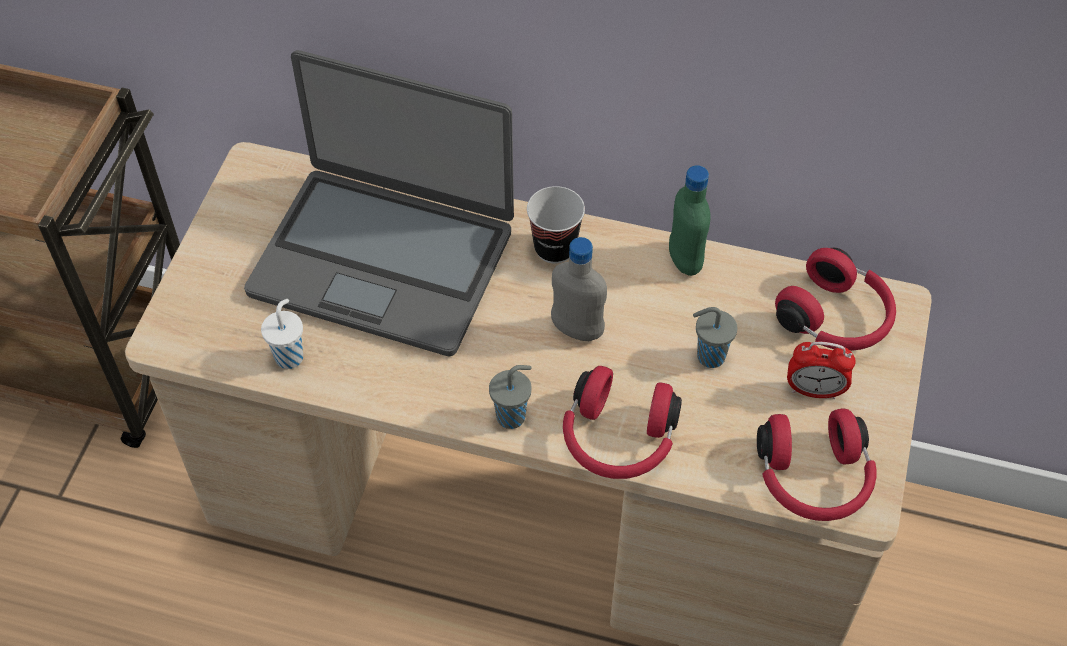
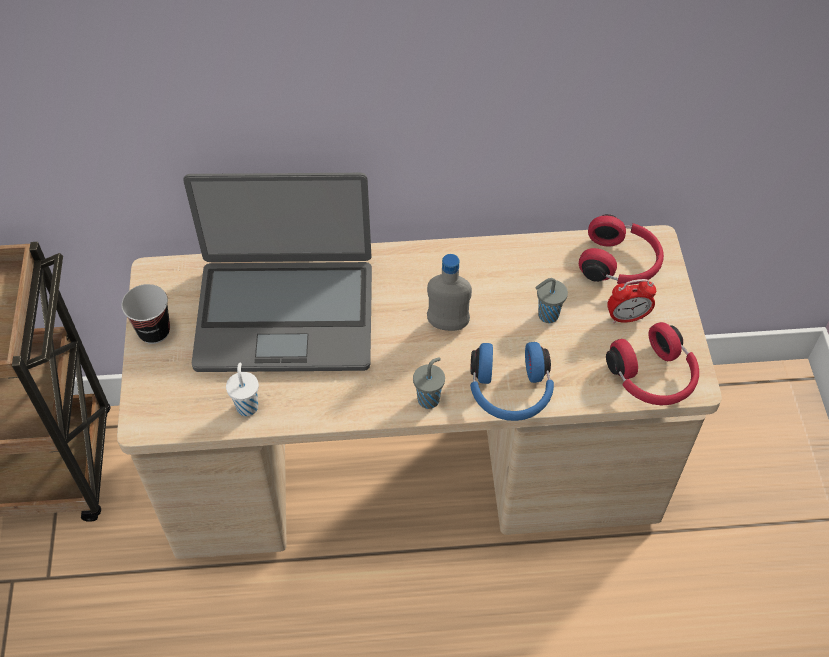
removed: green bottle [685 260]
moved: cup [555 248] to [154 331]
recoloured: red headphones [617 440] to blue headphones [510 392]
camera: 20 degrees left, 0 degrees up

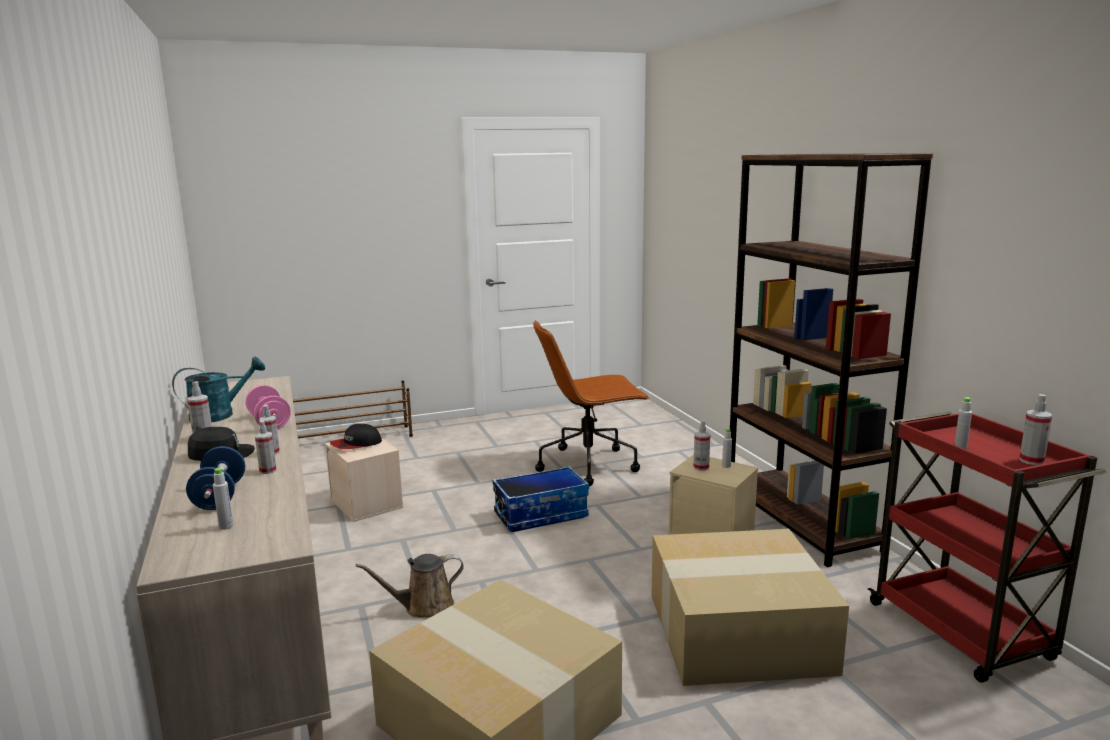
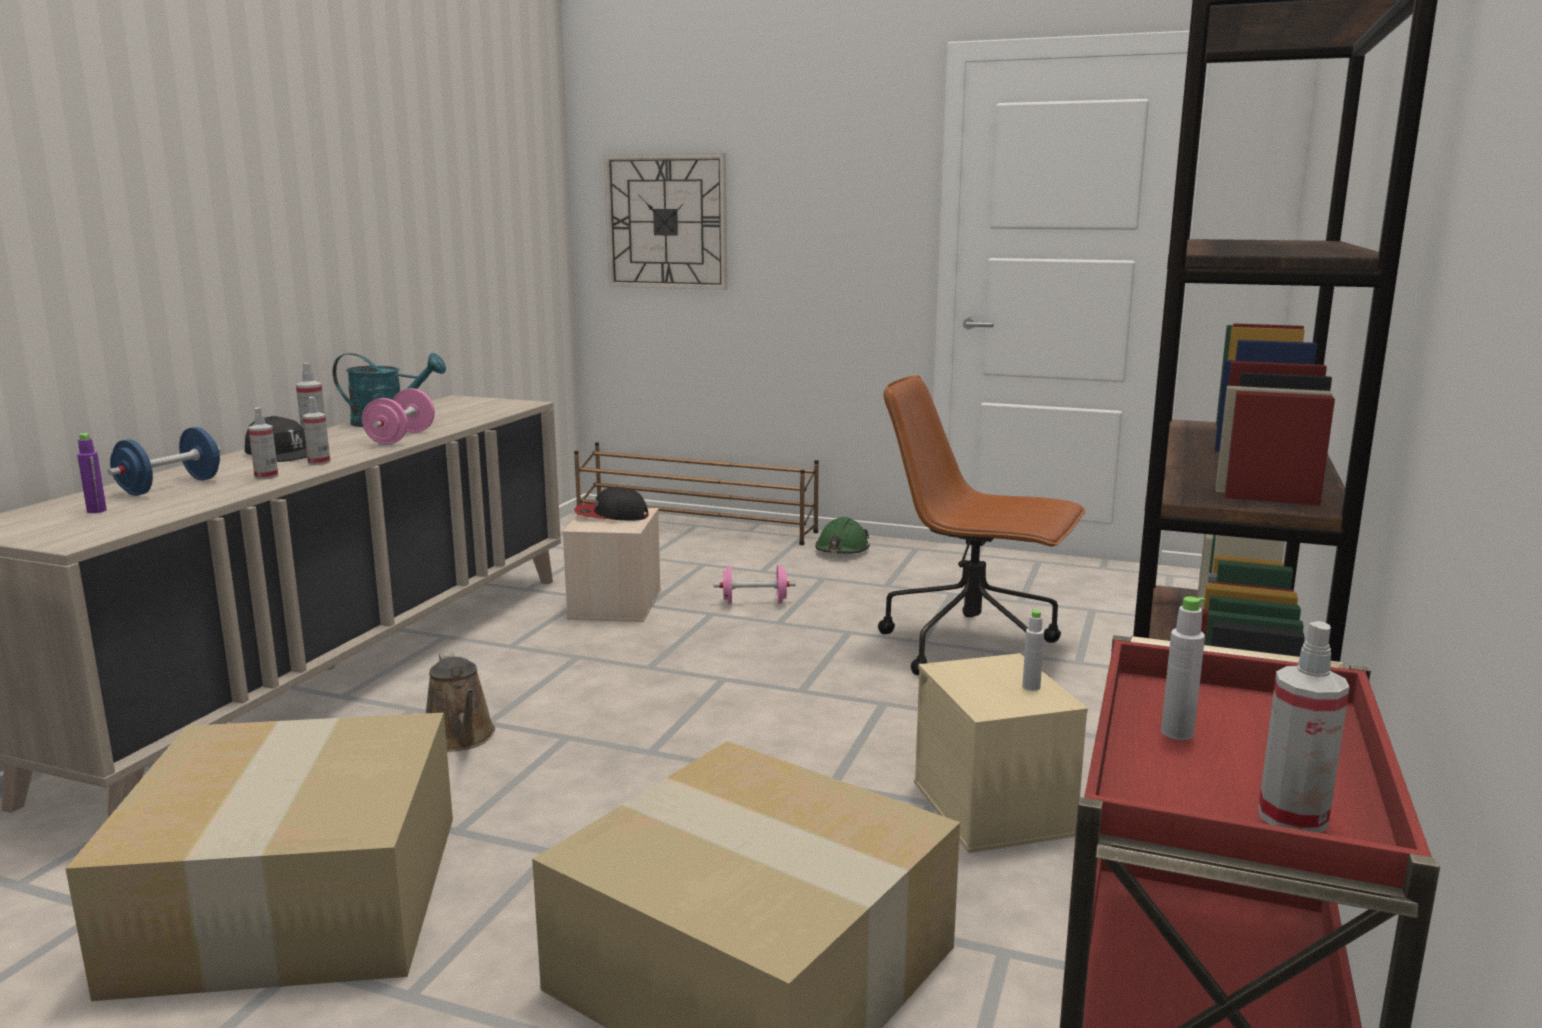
removed: storage box [541 515]; spray bottle [701 467]
added: wall clock [666 222]; pink dumbbell [754 602]; green hard hat [842 550]
recoloured: grey bottle [226 526] to purple bottle [96 511]
turned: brown watering can [424 607] = [461 738] 135 degrees counterclockwise
camera: 40 degrees right, 0 degrees up

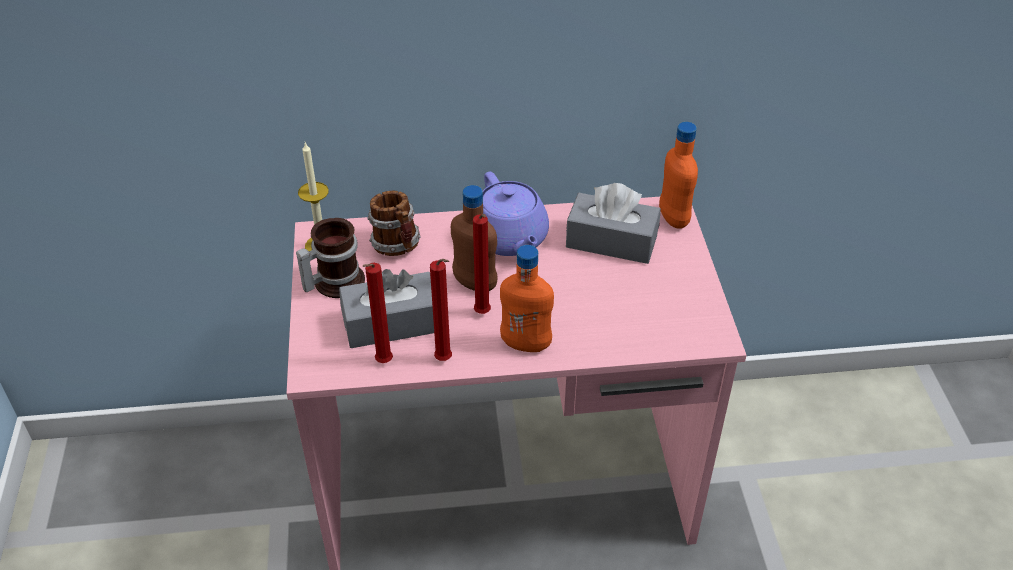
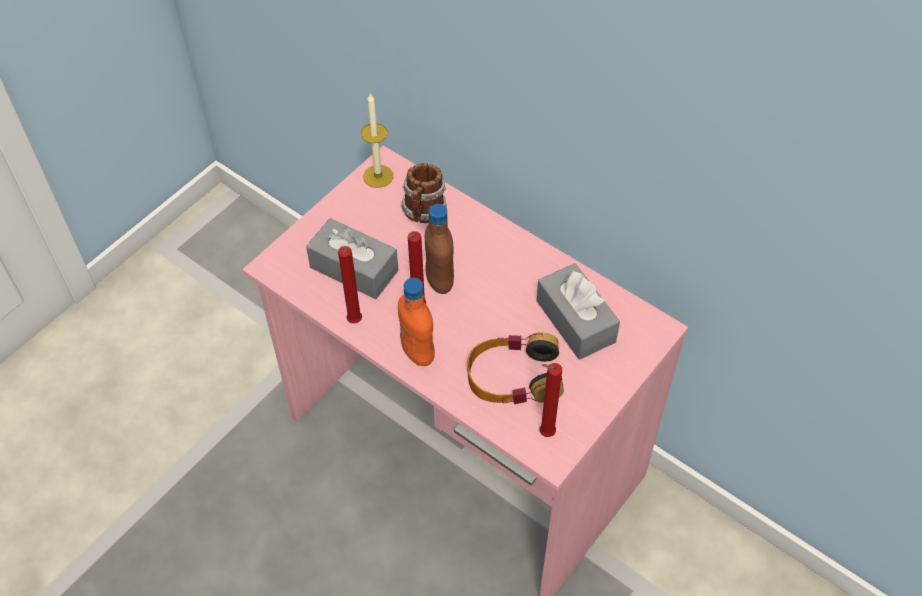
removed: mug [333 282]; purple teapot [509 239]; orange bottle [673 218]
added: headphones [513 377]
moved: red candle [382 363] to [544 433]
camera: 45 degrees right, 10 degrees up

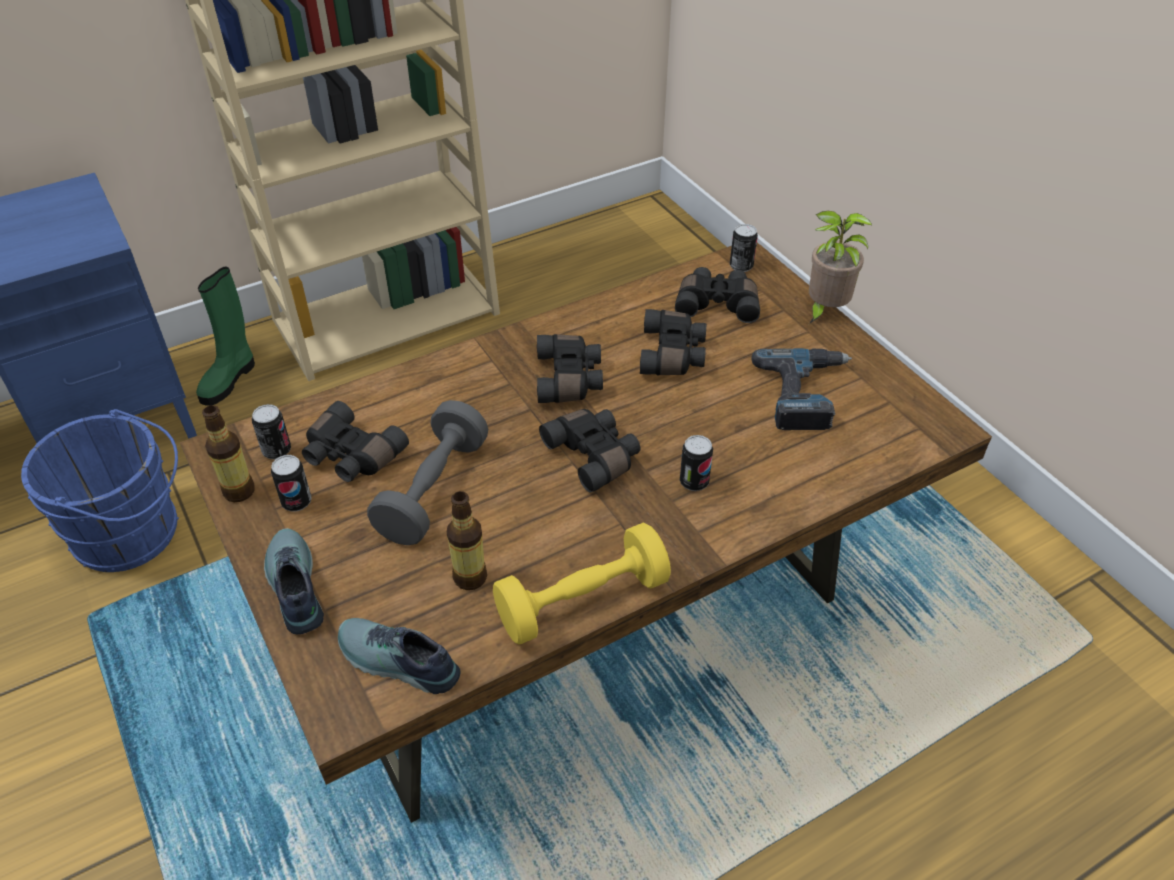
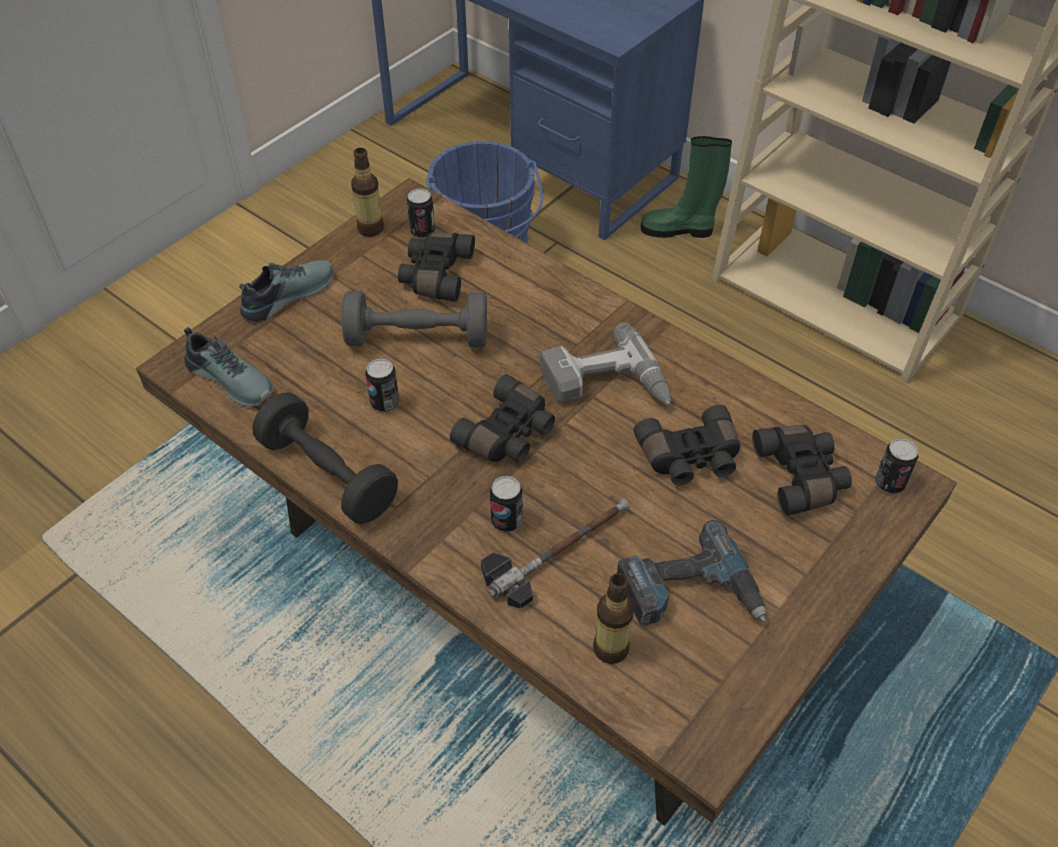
removed: potted plant [824 310]
added: hammer [558 550]
moved: can [296 502] to [385 403]; bottle [470 577] to [610 648]
replaced: black binoculars [570 379] to power drill [606 386]
recoloured: yellow dumbbell [582 601] to black dumbbell [328 475]
turned: shoe [397 663] = [232 378] 120 degrees clockwise
camera: 70 degrees right, 5 degrees up

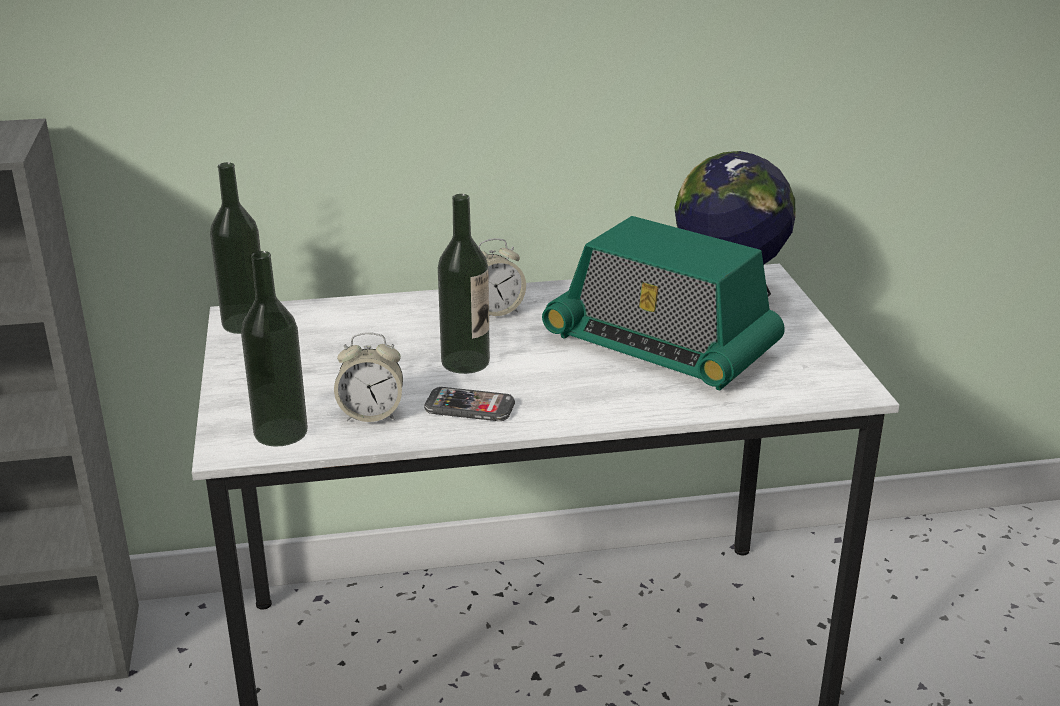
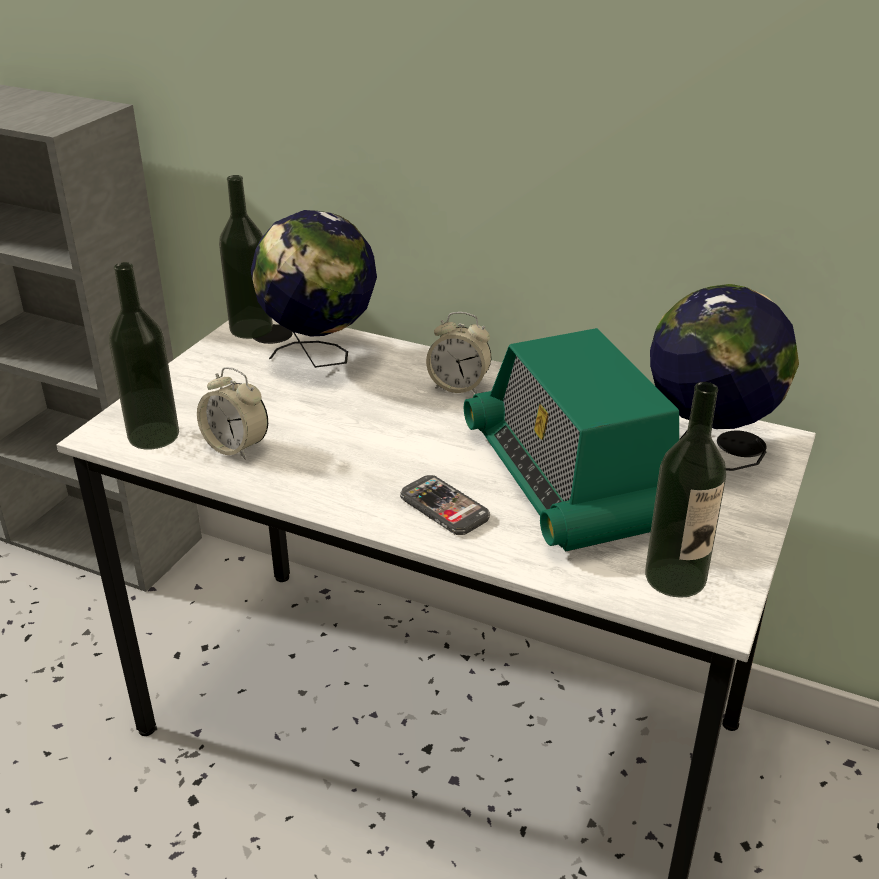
added: globe [320 358]
moved: phone [469 407] to [444 507]; bottle [465 362] to [675 577]
camera: 35 degrees right, 5 degrees up

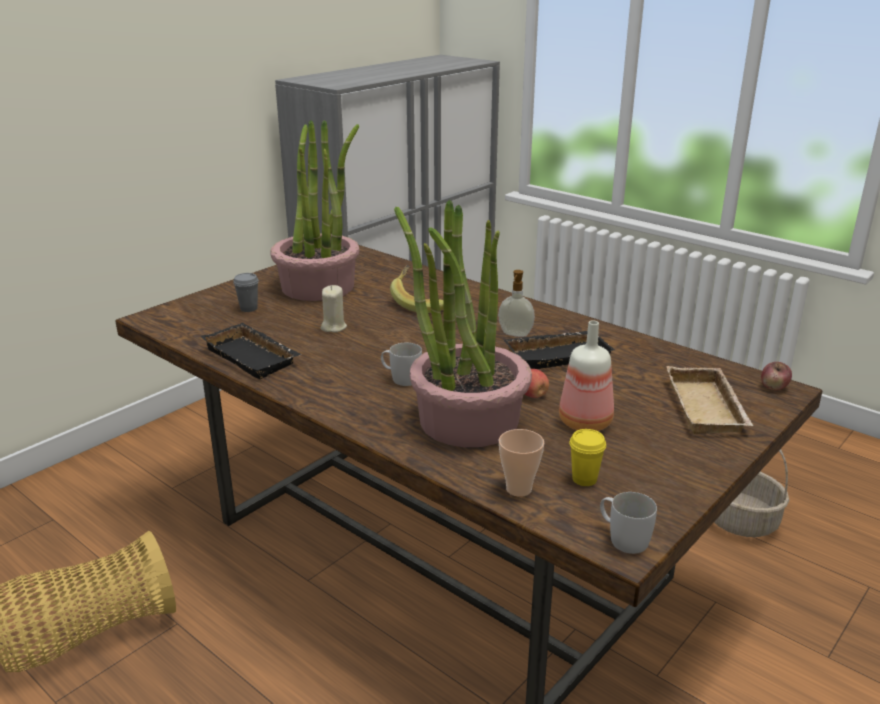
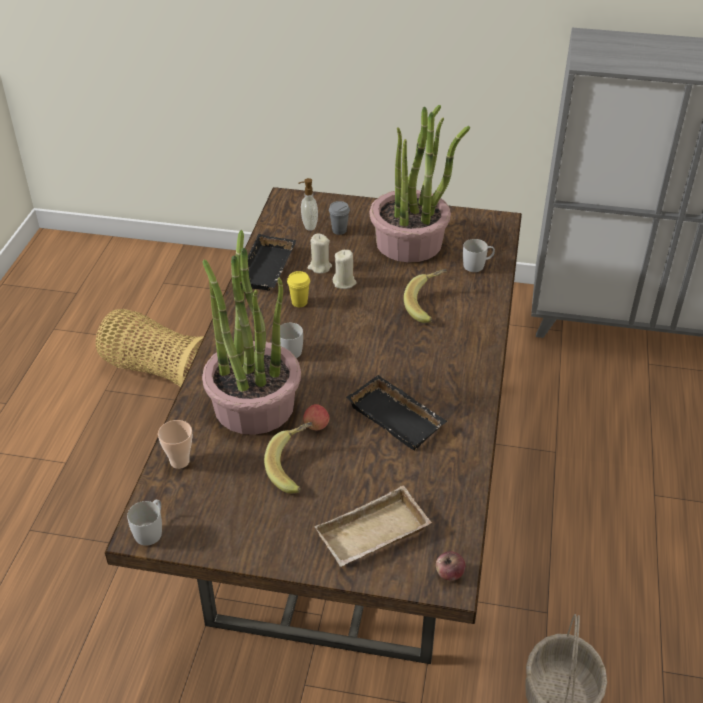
added: beige candle [319 267]; white mug [477 265]
moved: yellow cup [584 479] to [299 302]; soap dispenser [515 334] to [308 226]
replaced: bottle [586 422] to banana [295 468]
camera: 60 degrees right, 15 degrees up

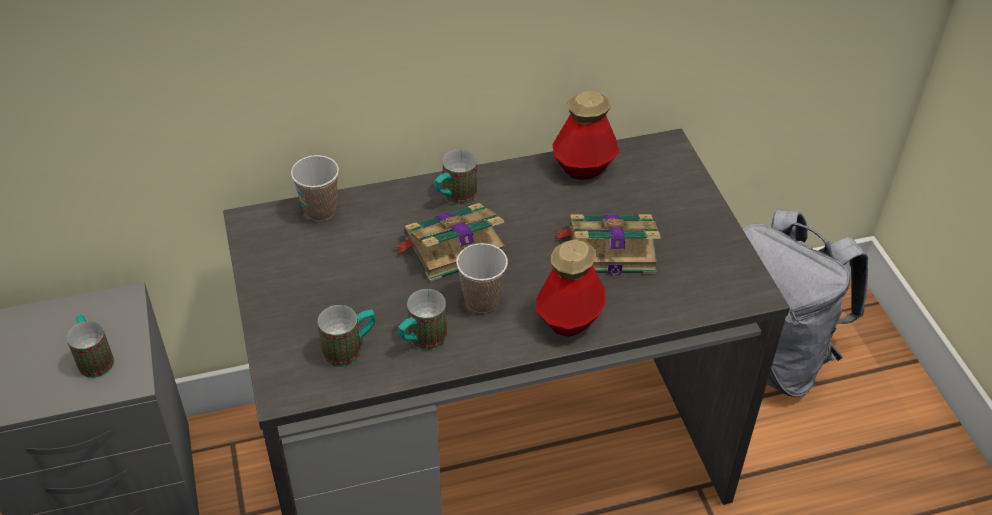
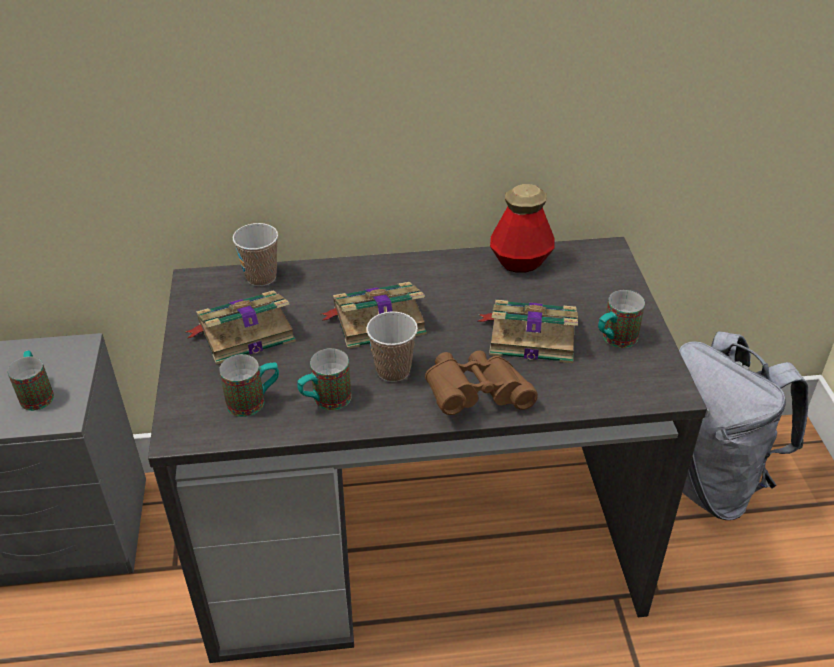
added: book [243 333]
moved: mug [454 197] to [614 340]
replaced: bottle [569 319] to brown binoculars [476 396]
camera: 10 degrees right, 5 degrees down

